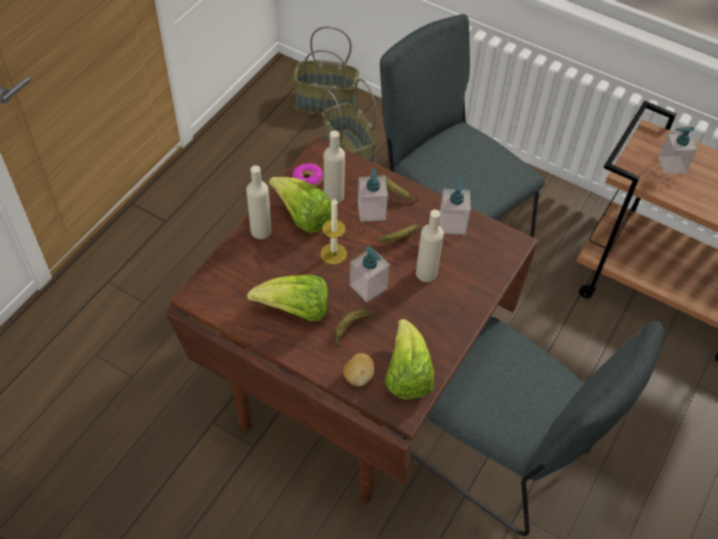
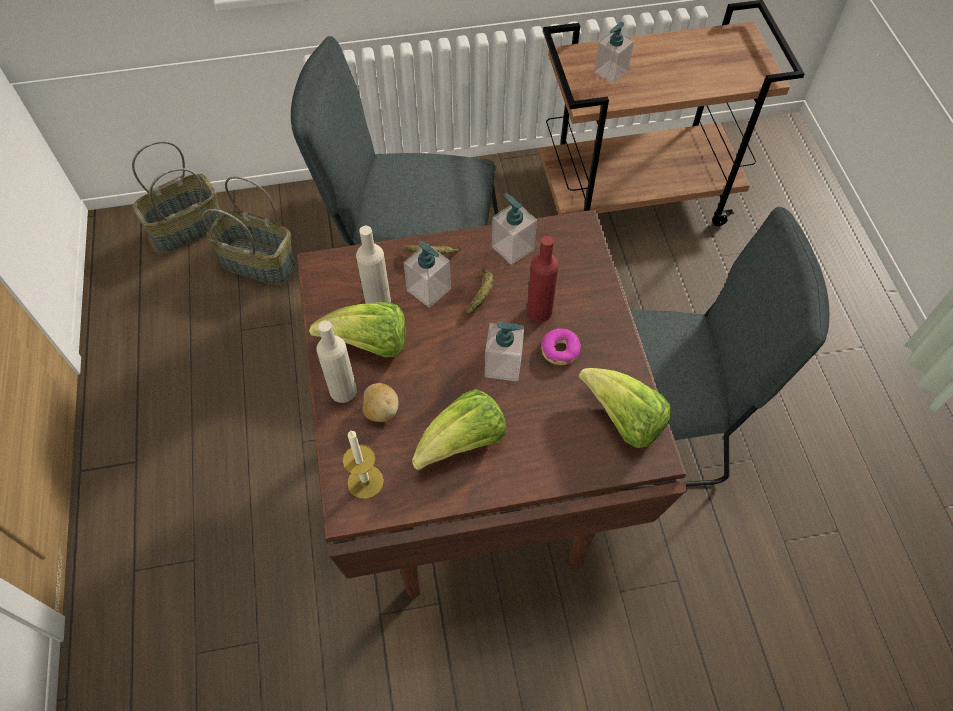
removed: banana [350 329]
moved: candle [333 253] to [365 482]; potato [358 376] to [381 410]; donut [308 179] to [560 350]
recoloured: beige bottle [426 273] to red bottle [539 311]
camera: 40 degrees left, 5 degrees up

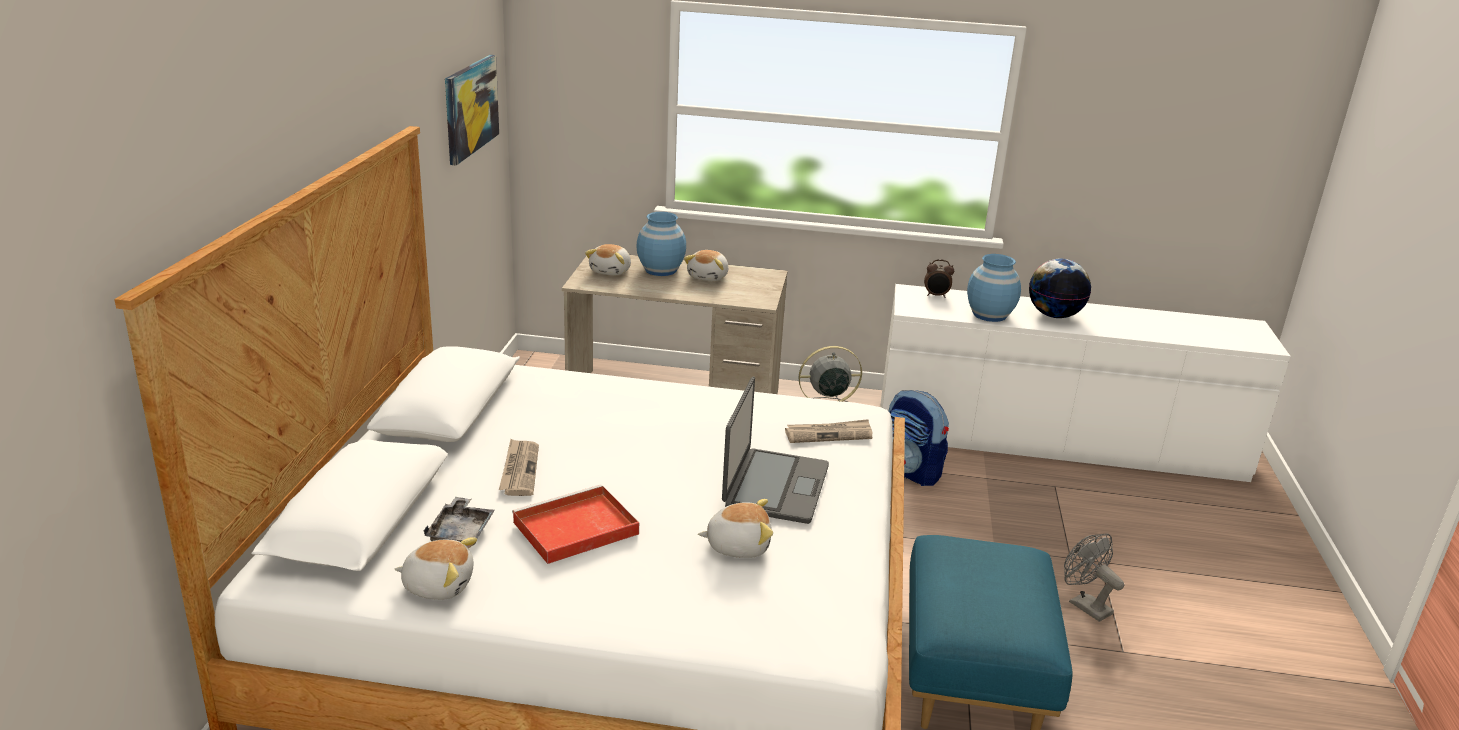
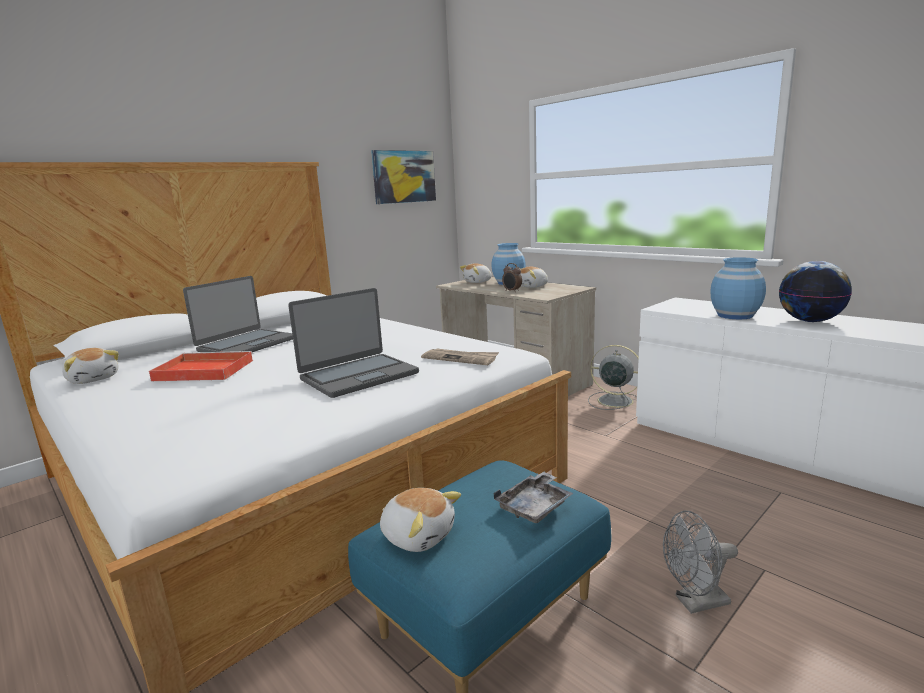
removed: backpack [911 472]
moved: plush toy [738 545] to [418 535]; grey tray [461 532] to [535 507]; alarm clock [936 295] to [512 291]
replaced: newspaper [519 470] to laptop [246 344]
turned: grey fan [1084 605] = [695 603] 105 degrees counterclockwise
camera: 40 degrees right, 10 degrees down

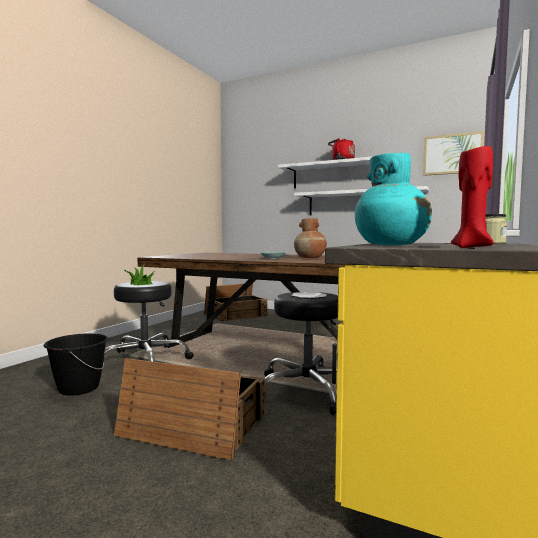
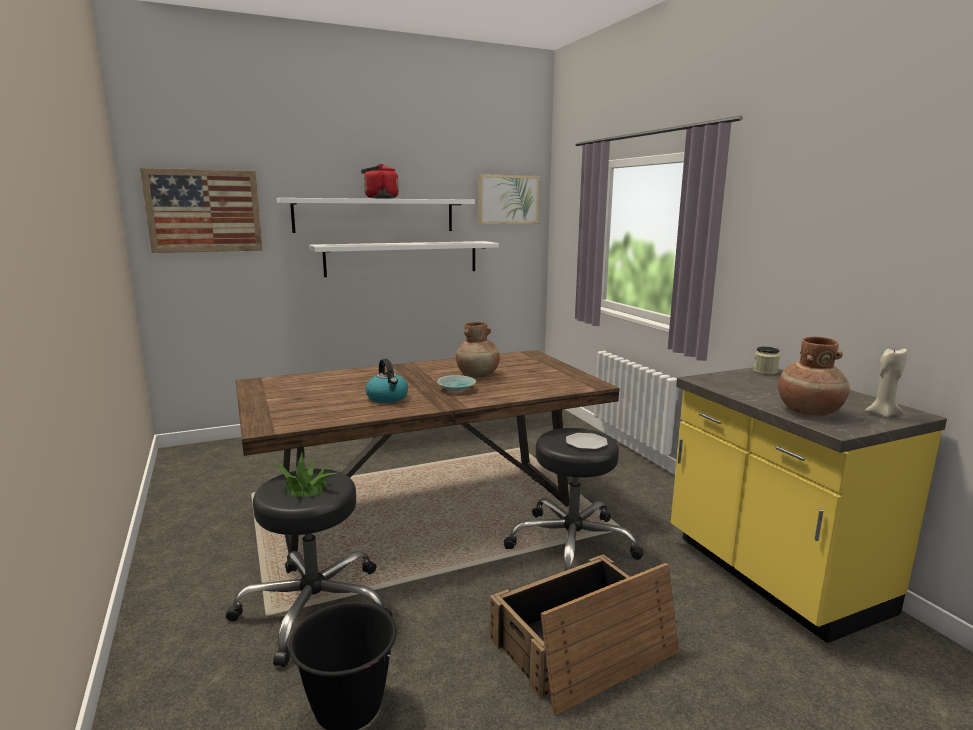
removed: crate [235 315]
added: picture [204 211]; kettle [387 398]
recoloured: turquoise vase [391 245] to brown vase [809 411]; red candle [472 247] to beige candle [882 414]
camera: 50 degrees left, 10 degrees up

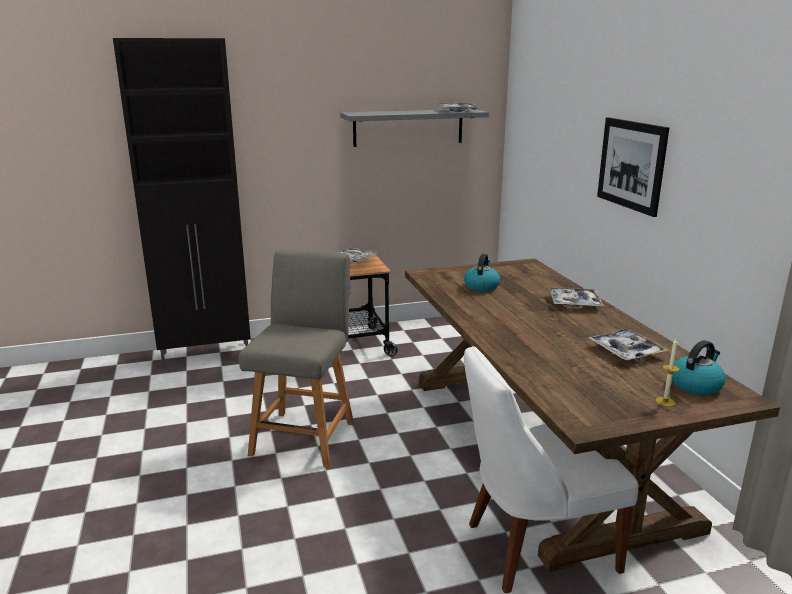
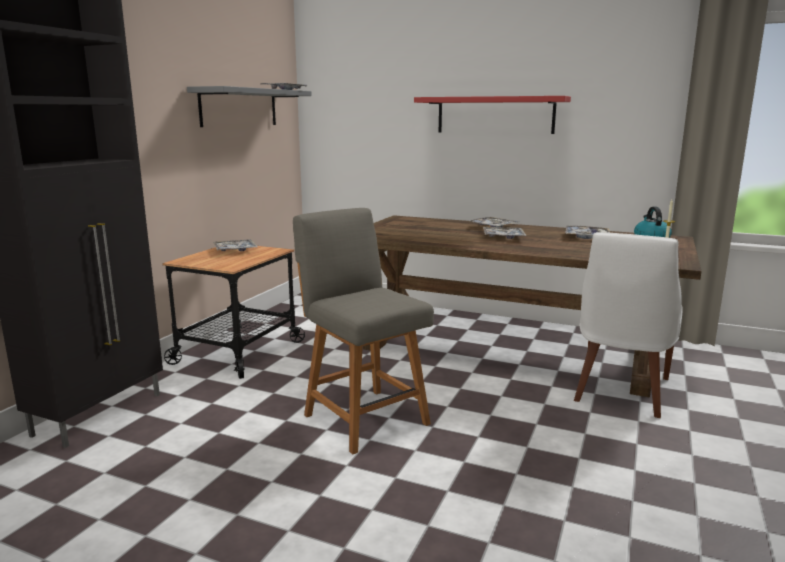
removed: kettle [481 286]
added: tray [503 237]
replaced: picture [631 165] to red shelf [495 115]
camera: 50 degrees left, 5 degrees down

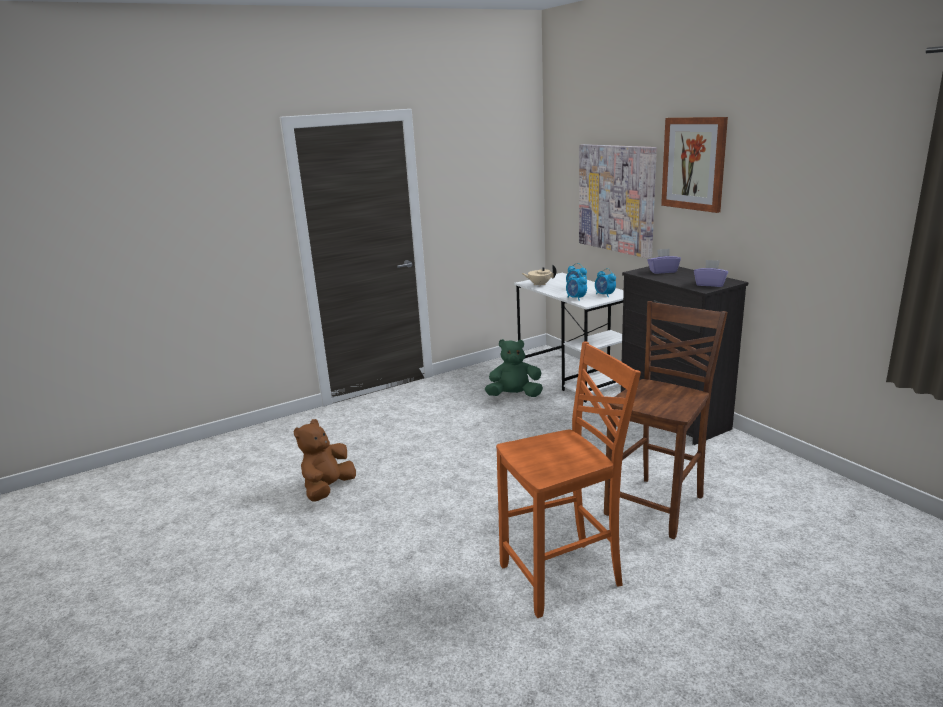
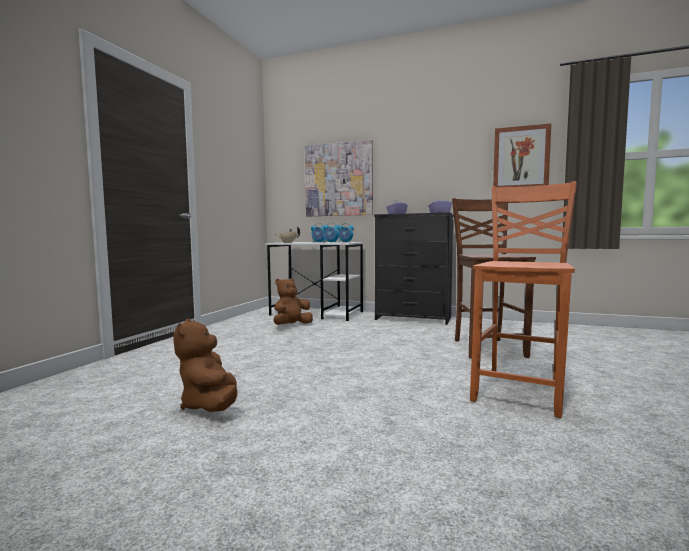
moved: picture [694 163] to [521 158]
recoloured: green plush toy [514 395] to brown plush toy [291 325]
camera: 40 degrees left, 15 degrees down

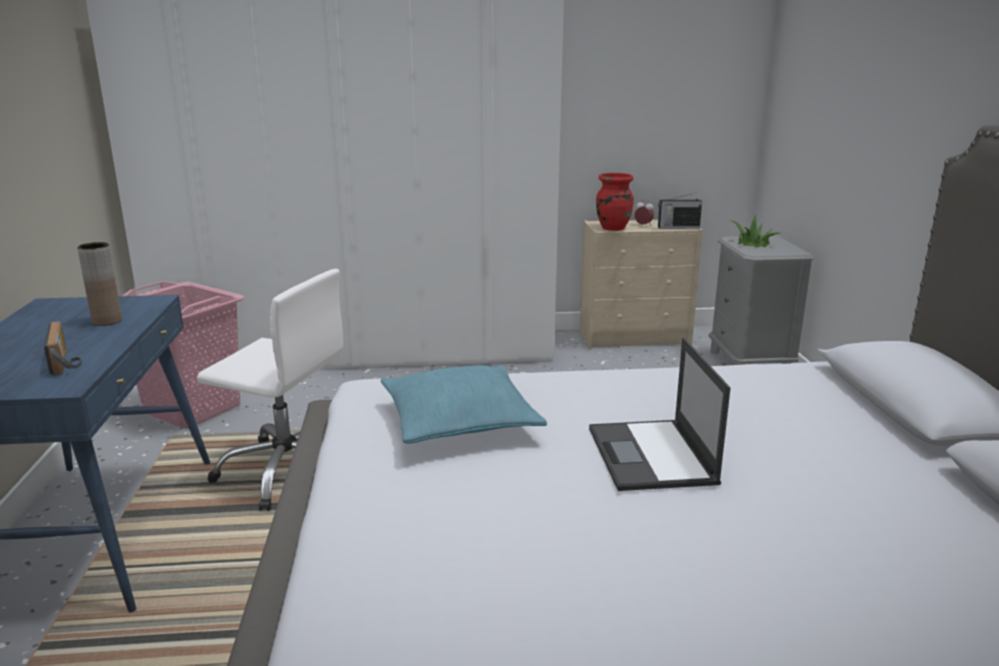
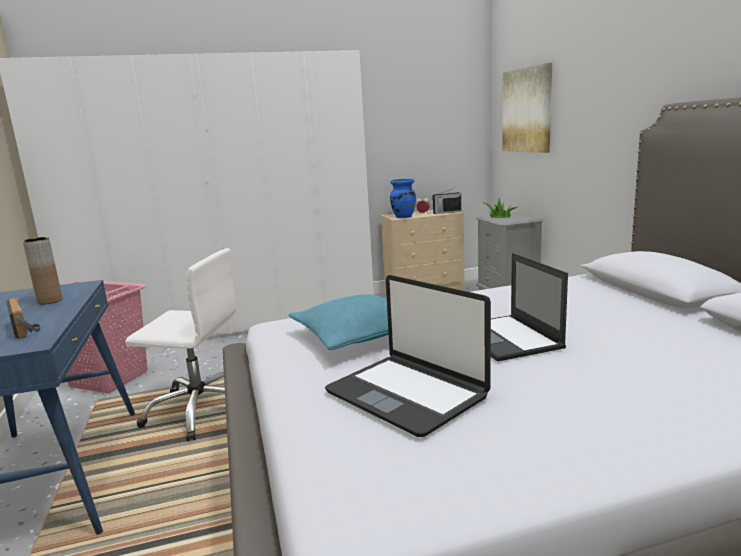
added: laptop [407 394]; picture [527 110]
recoloured: red vase [612 228] to blue vase [403 217]
camera: 10 degrees left, 5 degrees down

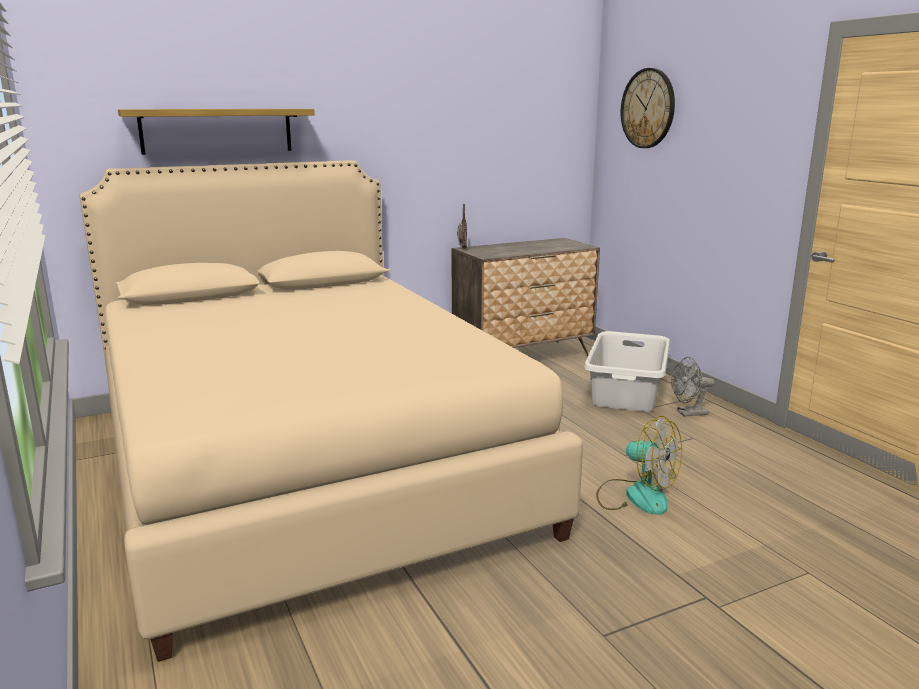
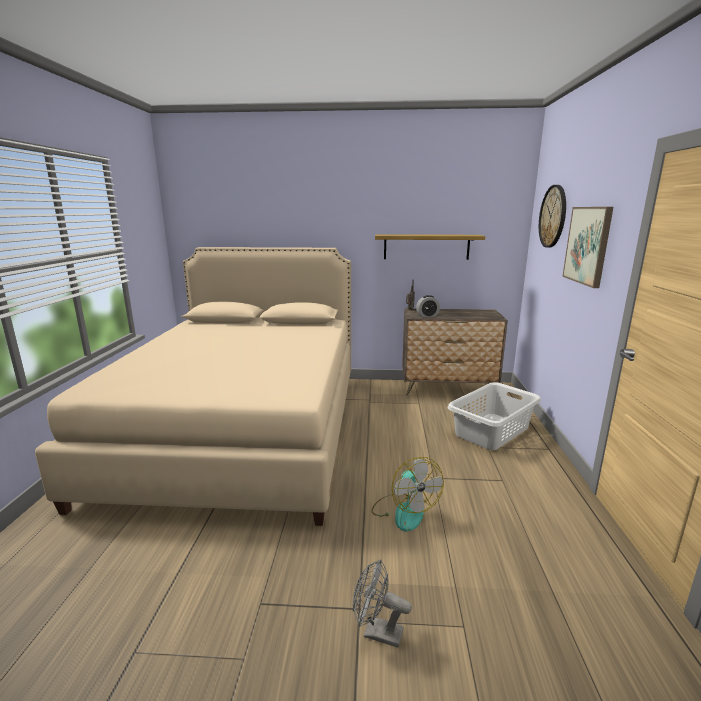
added: alarm clock [427 315]; picture [588 245]
moved: grey fan [688 413] to [377 632]; shelf [217 130] to [426 247]
camera: 30 degrees right, 0 degrees up

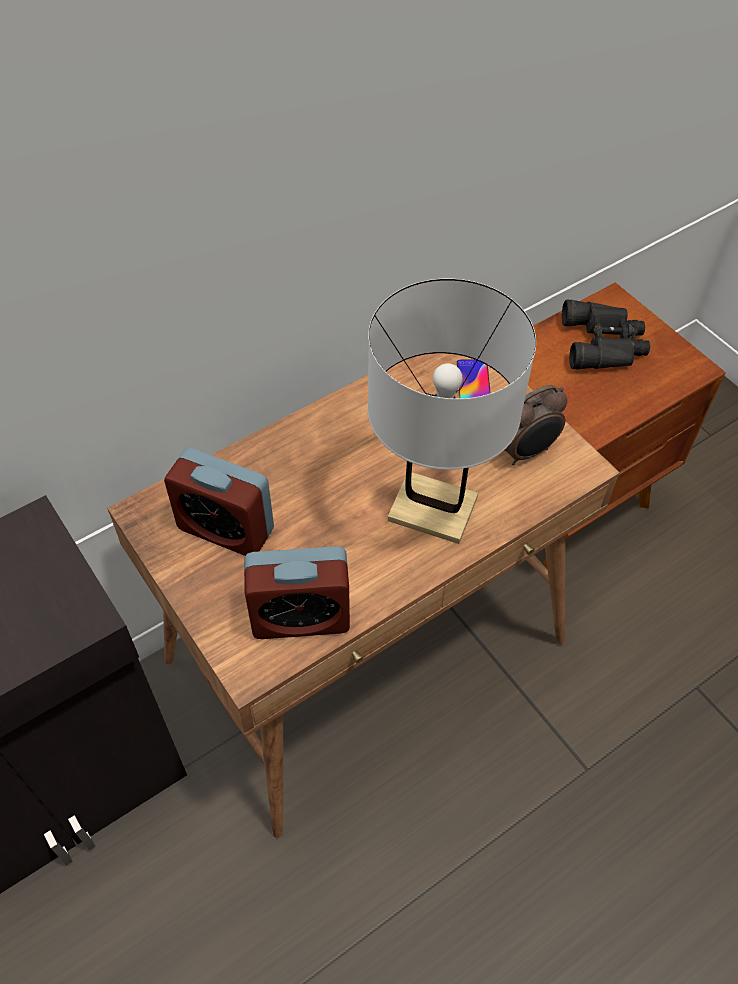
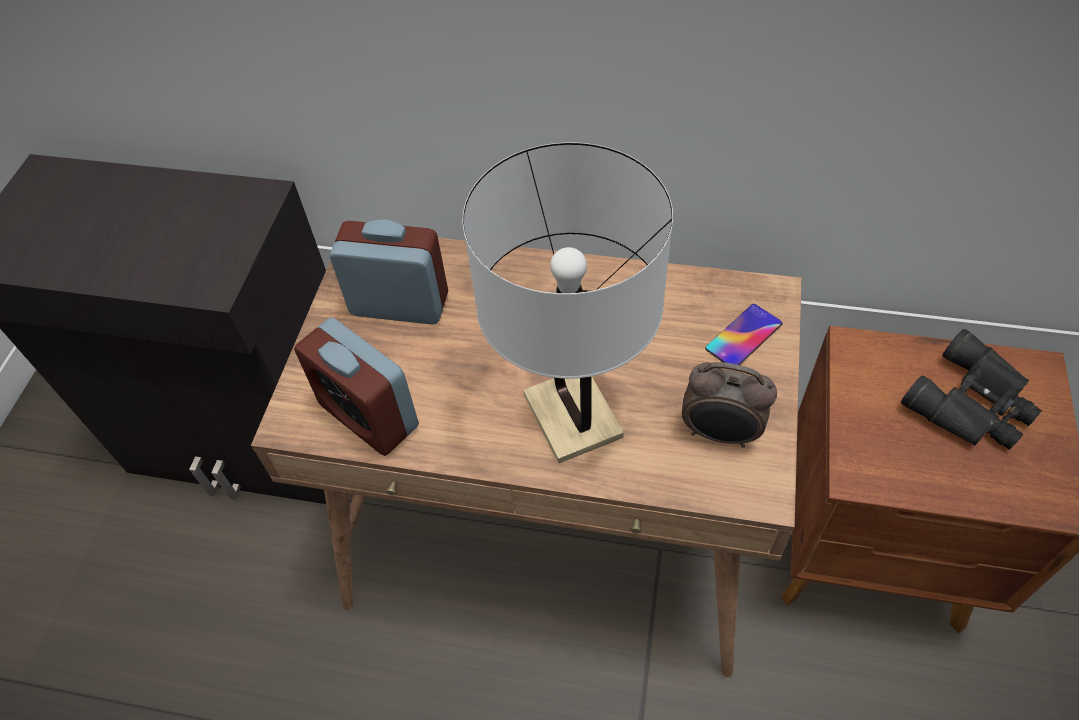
turned: alarm clock [226 529] = [399 304] 120 degrees clockwise
camera: 50 degrees right, 0 degrees up

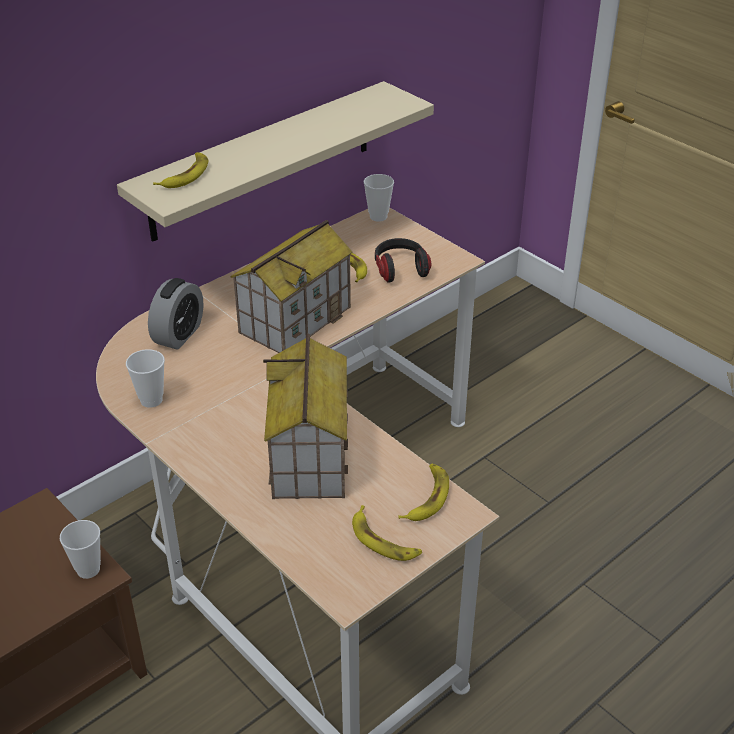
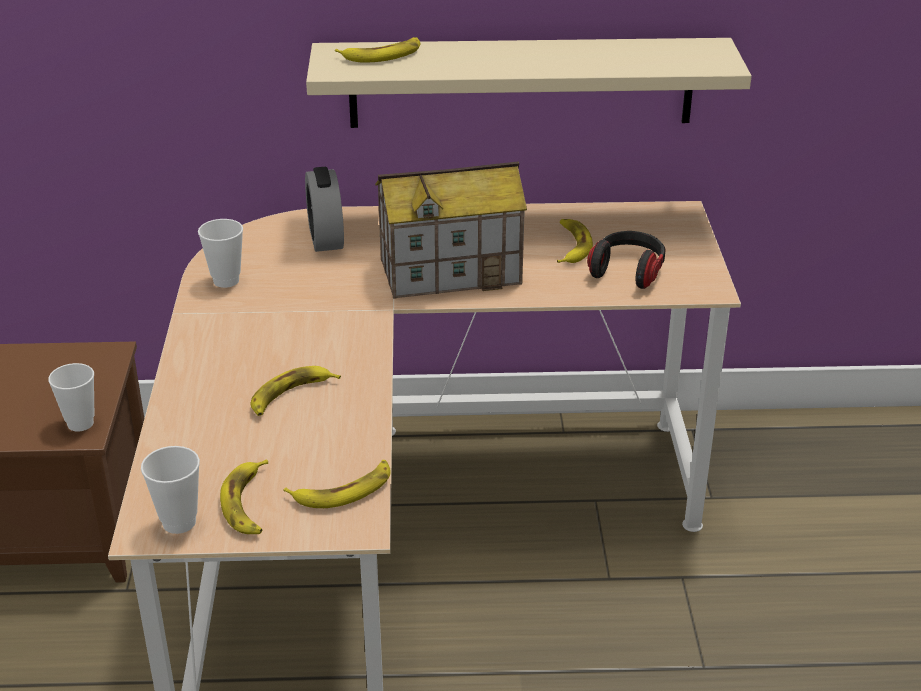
moved: cup [378 217] to [179 522]
replaced: toy house [310 456] to banana [290 396]
turned: alarm clock [179 335] = [326 238] 105 degrees clockwise
camera: 40 degrees right, 5 degrees down

